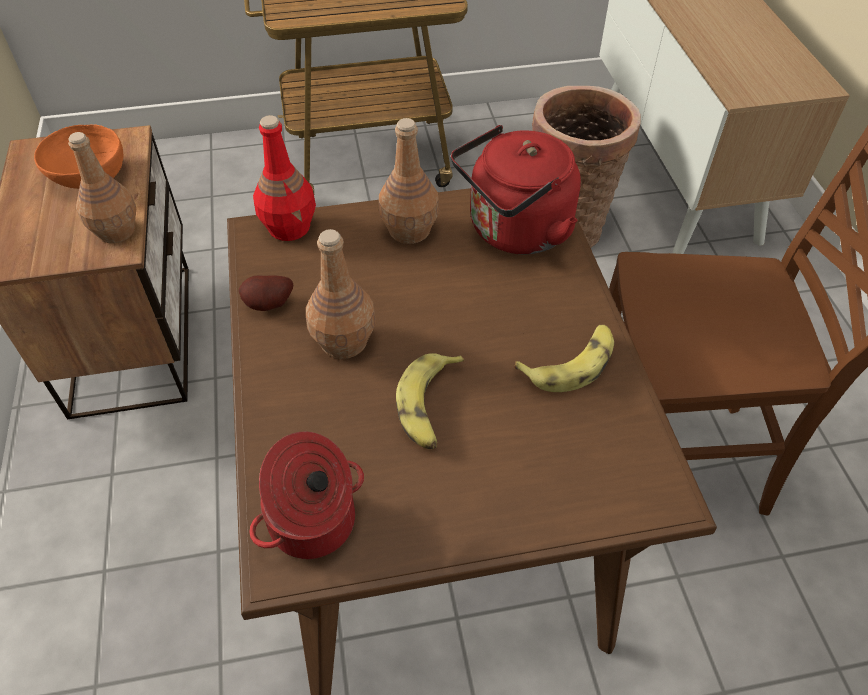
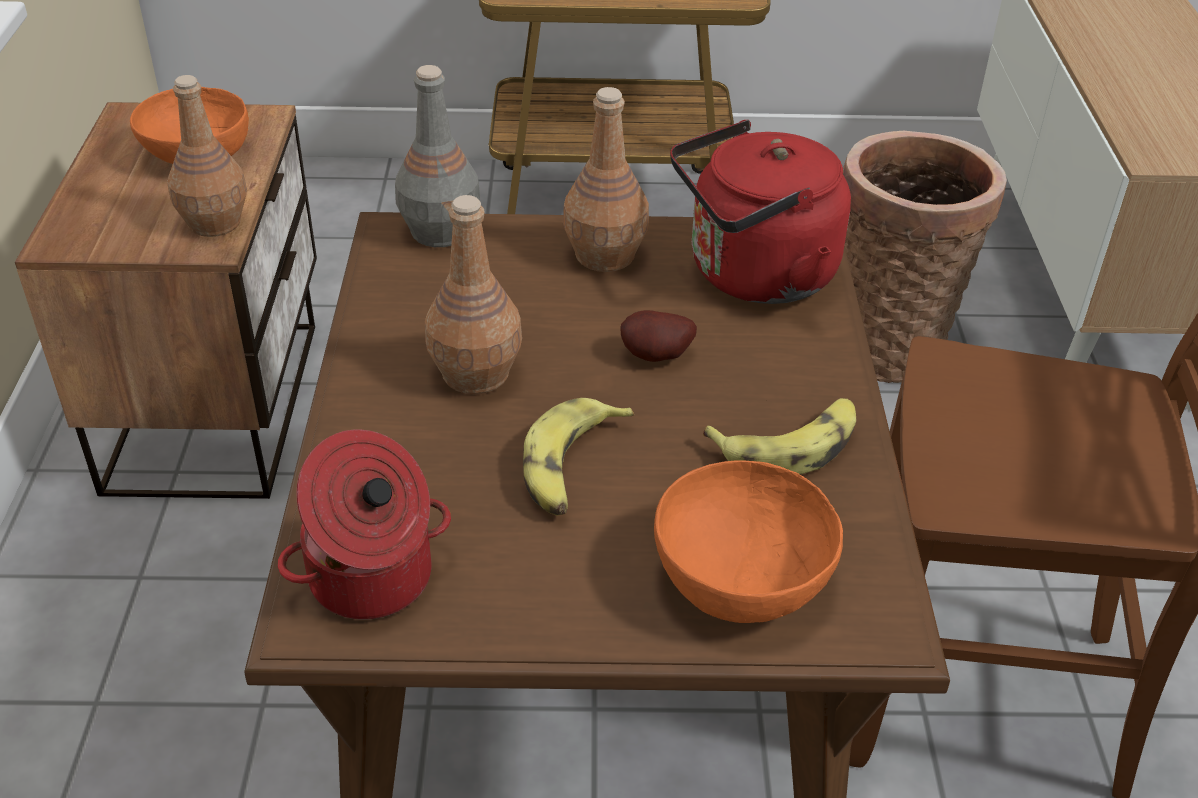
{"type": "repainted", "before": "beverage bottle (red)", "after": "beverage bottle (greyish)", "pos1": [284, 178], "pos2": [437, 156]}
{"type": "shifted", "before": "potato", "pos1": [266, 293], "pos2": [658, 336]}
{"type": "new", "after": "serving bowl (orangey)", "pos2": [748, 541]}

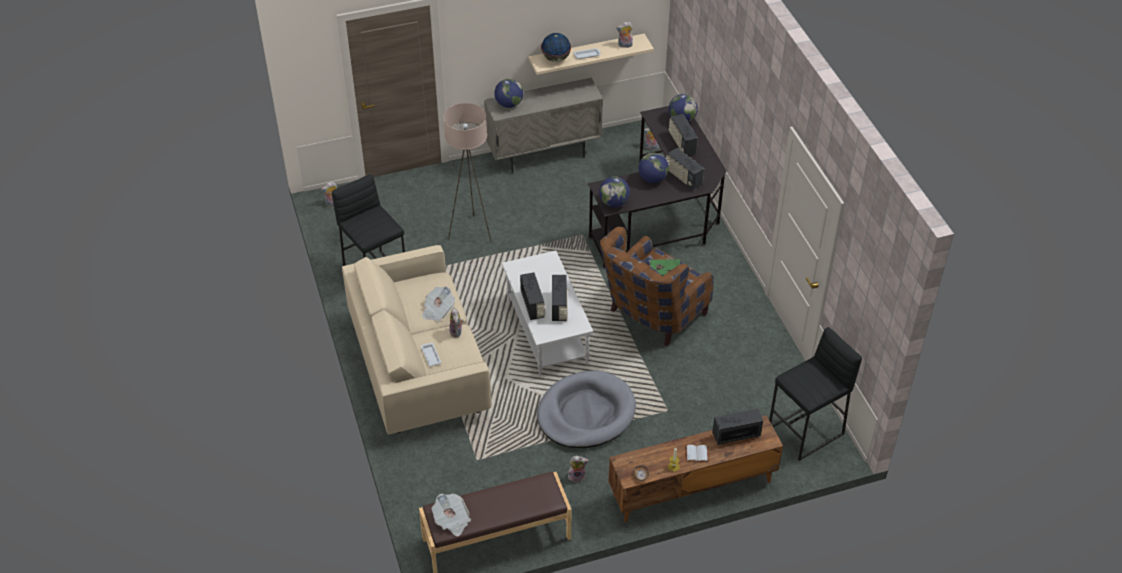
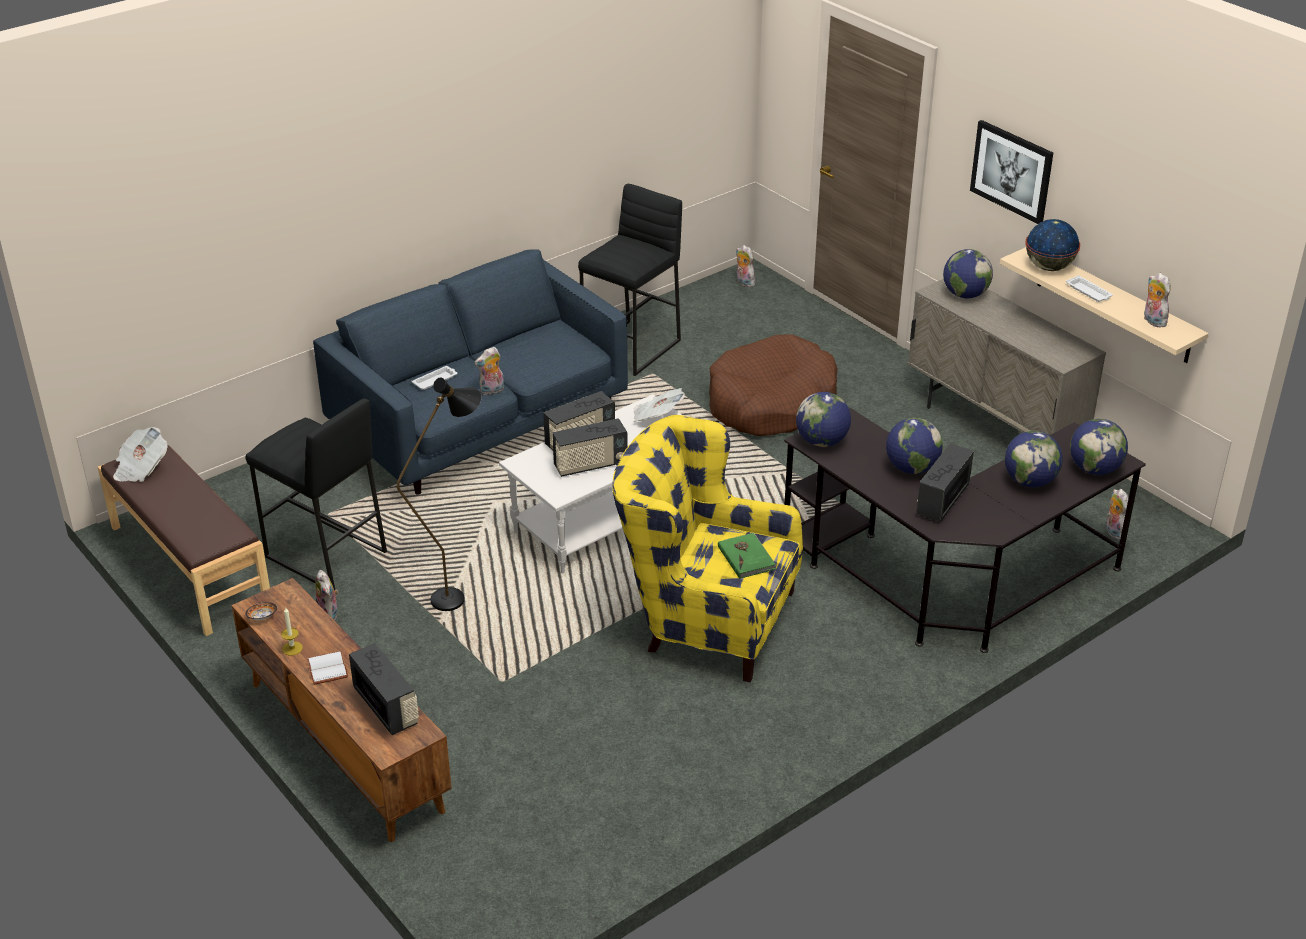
{"type": "shifted", "before": "sitting stool (black-coloured)", "pos1": [815, 394], "pos2": [316, 494]}
{"type": "repainted", "before": "couch (beige)", "after": "couch (blue-coloured)", "pos1": [416, 340], "pos2": [470, 372]}
{"type": "swapped", "before": "dog cushion (greyish)", "after": "standing lamp (black-coloured)", "pos1": [586, 409], "pos2": [439, 494]}
{"type": "repainted", "before": "easy chair (brown-coloured)", "after": "easy chair (yellow)", "pos1": [656, 286], "pos2": [707, 548]}
{"type": "shifted", "before": "daily paper", "pos1": [438, 304], "pos2": [659, 405]}
{"type": "swapped", "before": "standing lamp (beige)", "after": "dog cushion (brown-coloured)", "pos1": [467, 173], "pos2": [773, 385]}
{"type": "new", "after": "picture", "pos2": [1011, 172]}
{"type": "swapped", "before": "radio receiver", "after": "globe", "pos1": [683, 134], "pos2": [1034, 459]}

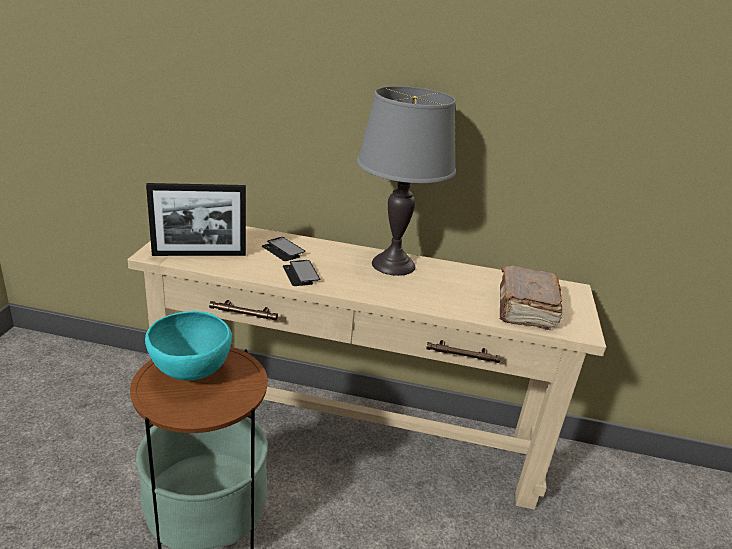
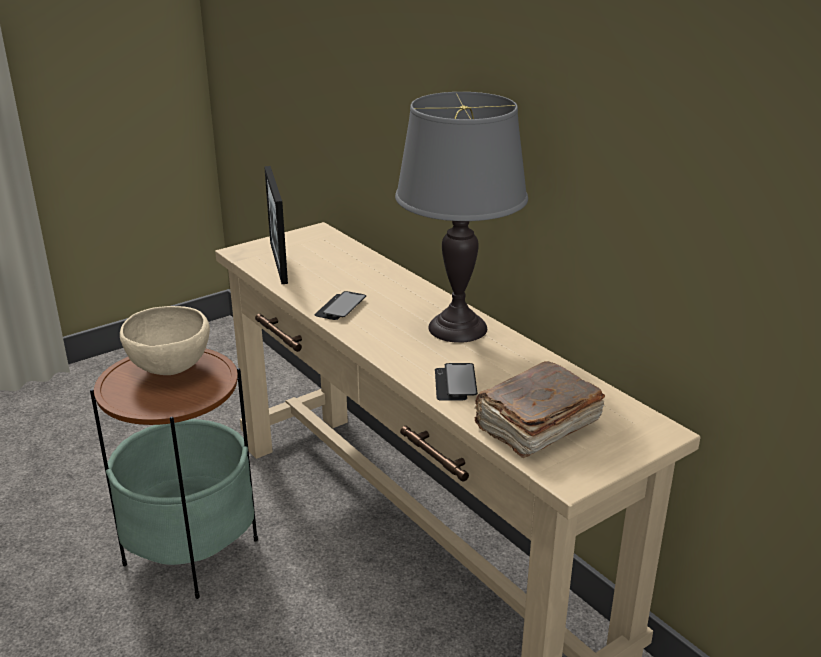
{"type": "repainted", "before": "serving bowl (blue-green)", "after": "serving bowl (beige)", "pos1": [188, 346], "pos2": [165, 340]}
{"type": "rotated", "before": "photo frame", "pos1": [196, 219], "pos2": [276, 225], "turn": 45}
{"type": "shifted", "before": "telephone", "pos1": [284, 249], "pos2": [456, 382]}

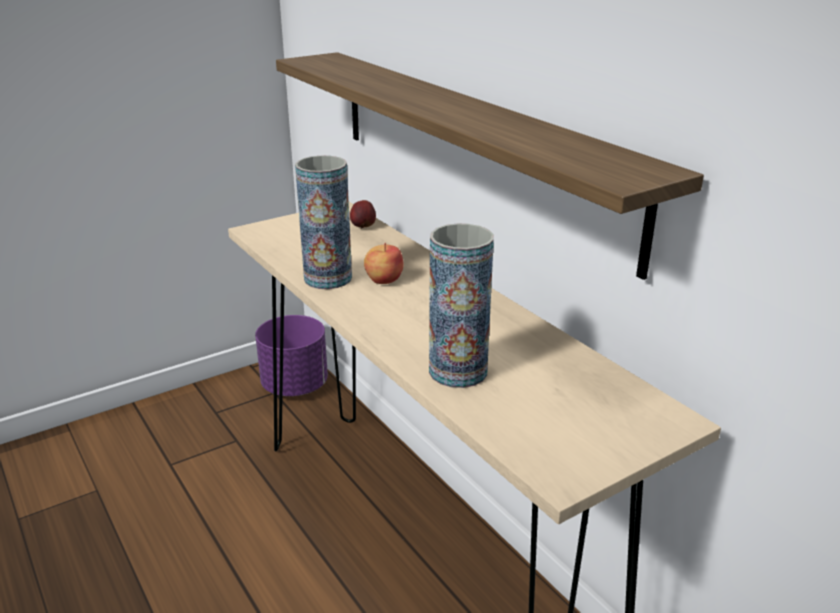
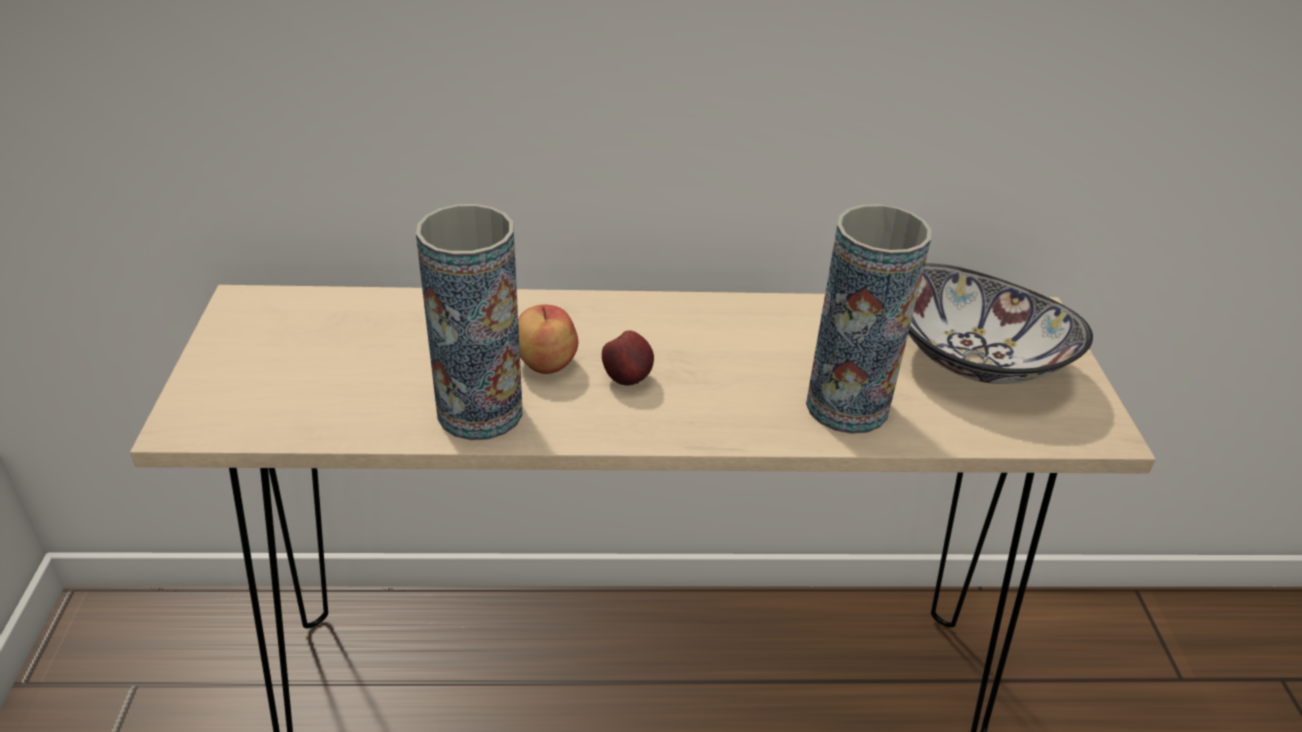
{"type": "shifted", "before": "apple fruit", "pos1": [363, 214], "pos2": [628, 358]}
{"type": "new", "after": "serving bowl", "pos2": [1000, 324]}
{"type": "gone", "before": "planter (purple)", "pos1": [291, 355]}
{"type": "gone", "before": "wall shelf", "pos1": [490, 166]}

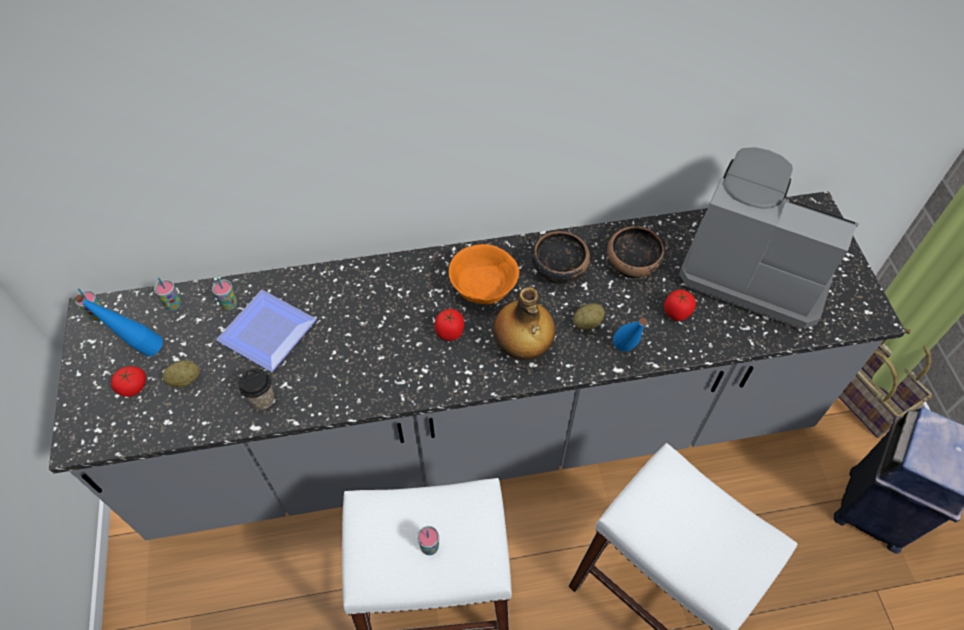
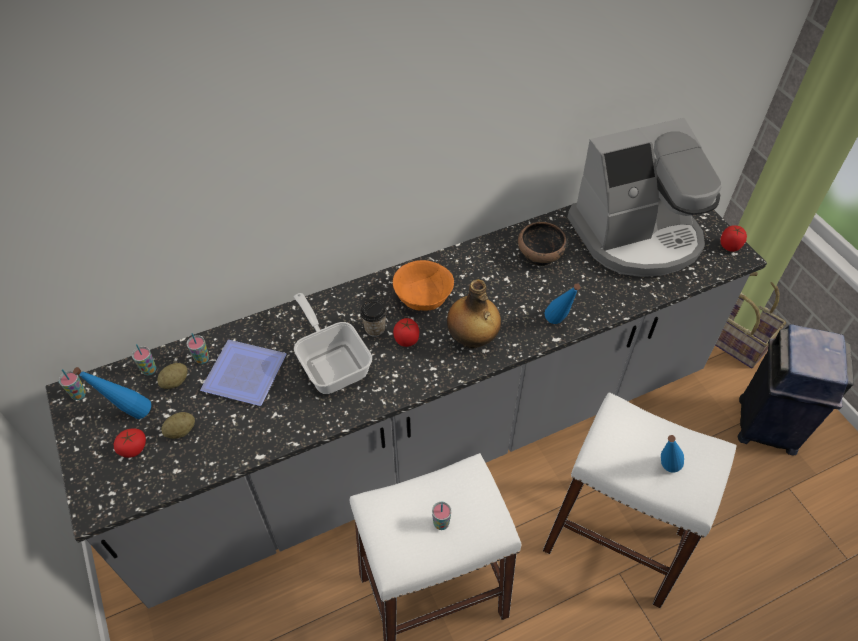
{"type": "shifted", "before": "potato", "pos1": [589, 316], "pos2": [172, 376]}
{"type": "new", "after": "pan", "pos2": [333, 343]}
{"type": "shifted", "before": "small cup", "pos1": [256, 389], "pos2": [373, 318]}
{"type": "rotated", "before": "coffee maker", "pos1": [769, 238], "pos2": [644, 197], "turn": 150}
{"type": "new", "after": "beverage bottle (blue-coloured)", "pos2": [672, 453]}
{"type": "shifted", "before": "tomato", "pos1": [680, 305], "pos2": [733, 239]}
{"type": "gone", "before": "serving bowl", "pos1": [560, 257]}

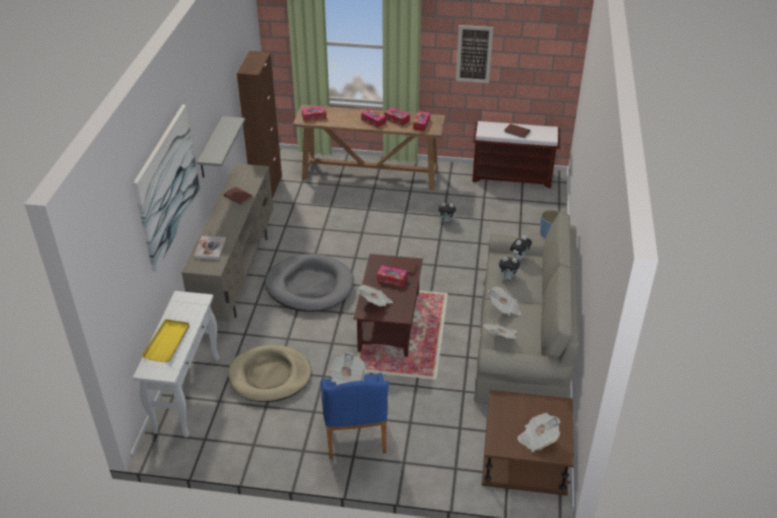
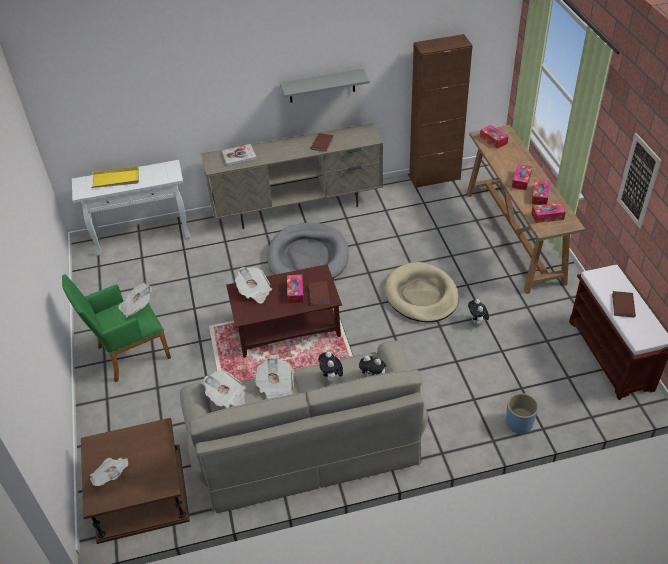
{"type": "repainted", "before": "easy chair (blue-coloured)", "after": "easy chair (green)", "pos1": [354, 416], "pos2": [116, 328]}
{"type": "shifted", "before": "dog cushion (beige)", "pos1": [269, 373], "pos2": [422, 292]}
{"type": "gone", "before": "picture", "pos1": [166, 188]}

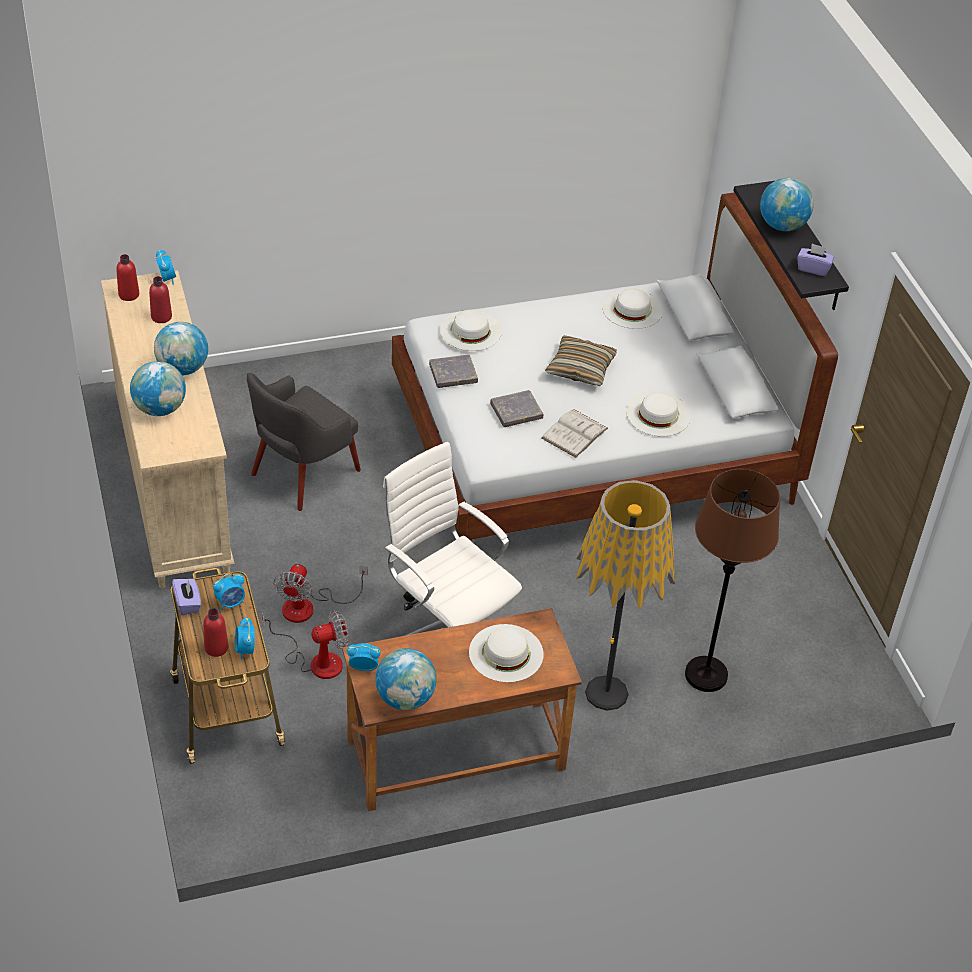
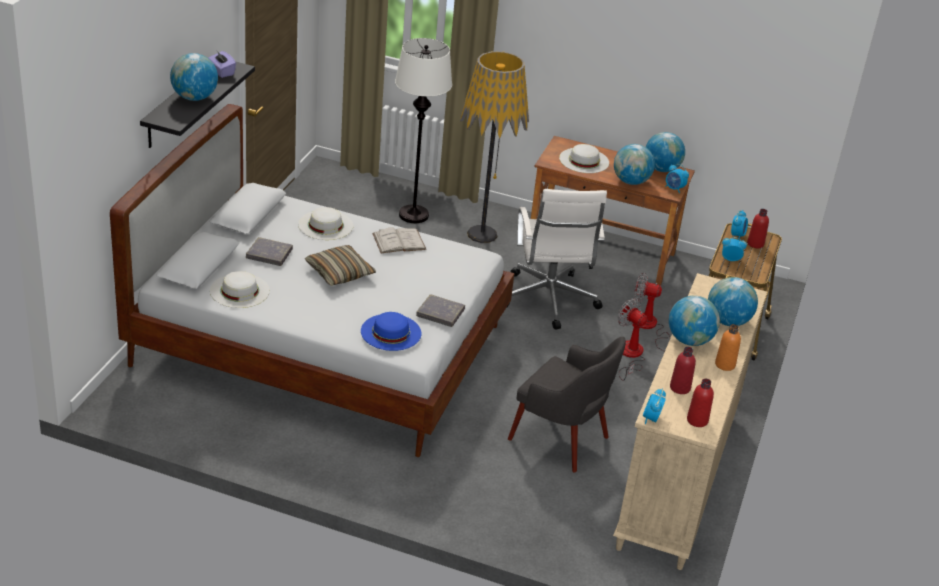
{"type": "shifted", "before": "volume (greyish)", "pos1": [516, 408], "pos2": [269, 251]}
{"type": "repainted", "before": "hat (white)", "after": "hat (blue-coloured)", "pos1": [471, 330], "pos2": [391, 331]}
{"type": "repainted", "before": "standing lamp (brown-coloured)", "after": "standing lamp (white)", "pos1": [732, 580], "pos2": [423, 130]}
{"type": "rotated", "before": "easy chair (greyish)", "pos1": [304, 442], "pos2": [567, 404], "turn": 45}
{"type": "new", "after": "globe", "pos2": [634, 164]}
{"type": "rotated", "before": "cooling fan", "pos1": [320, 593], "pos2": [632, 339], "turn": -90}
{"type": "new", "after": "beverage bottle (orangey)", "pos2": [728, 347]}
{"type": "gone", "before": "tissue box (purple)", "pos1": [186, 597]}

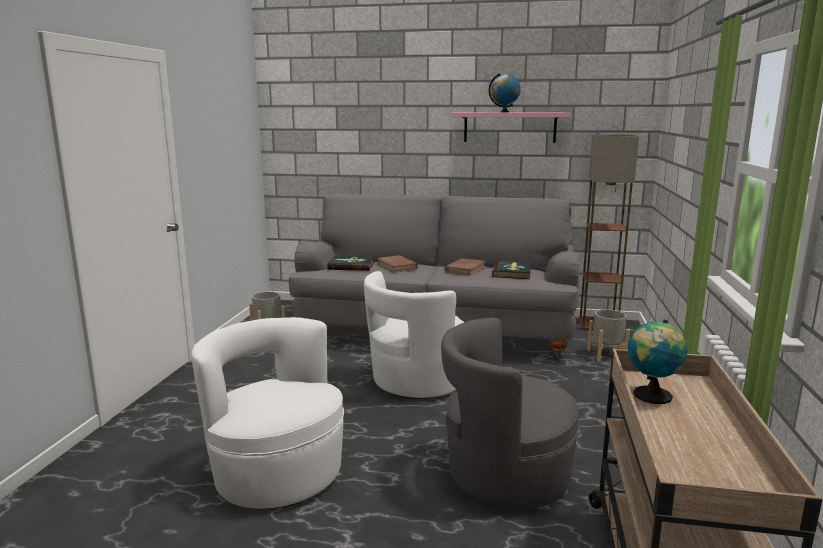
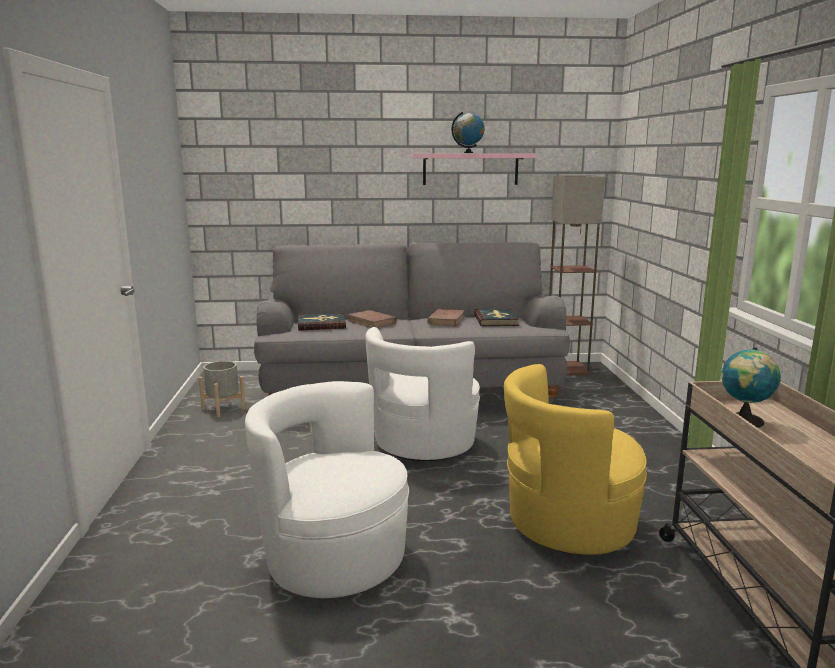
{"type": "repainted", "before": "easy chair (greyish)", "after": "easy chair (yellow)", "pos1": [510, 413], "pos2": [575, 459]}
{"type": "gone", "before": "planter (greyish)", "pos1": [608, 335]}

